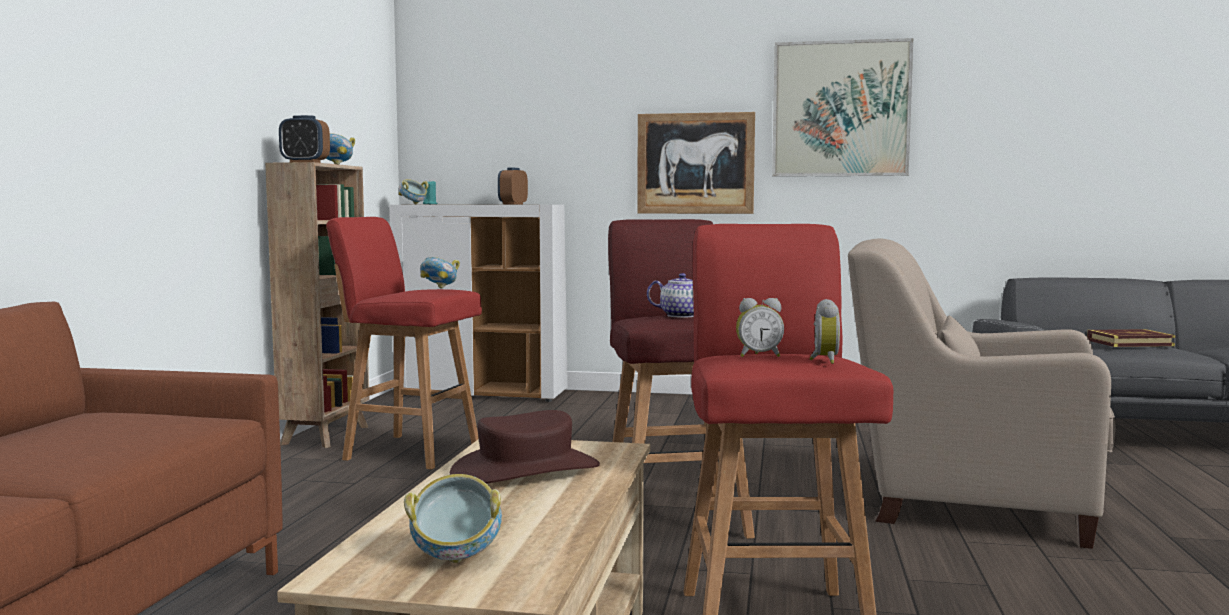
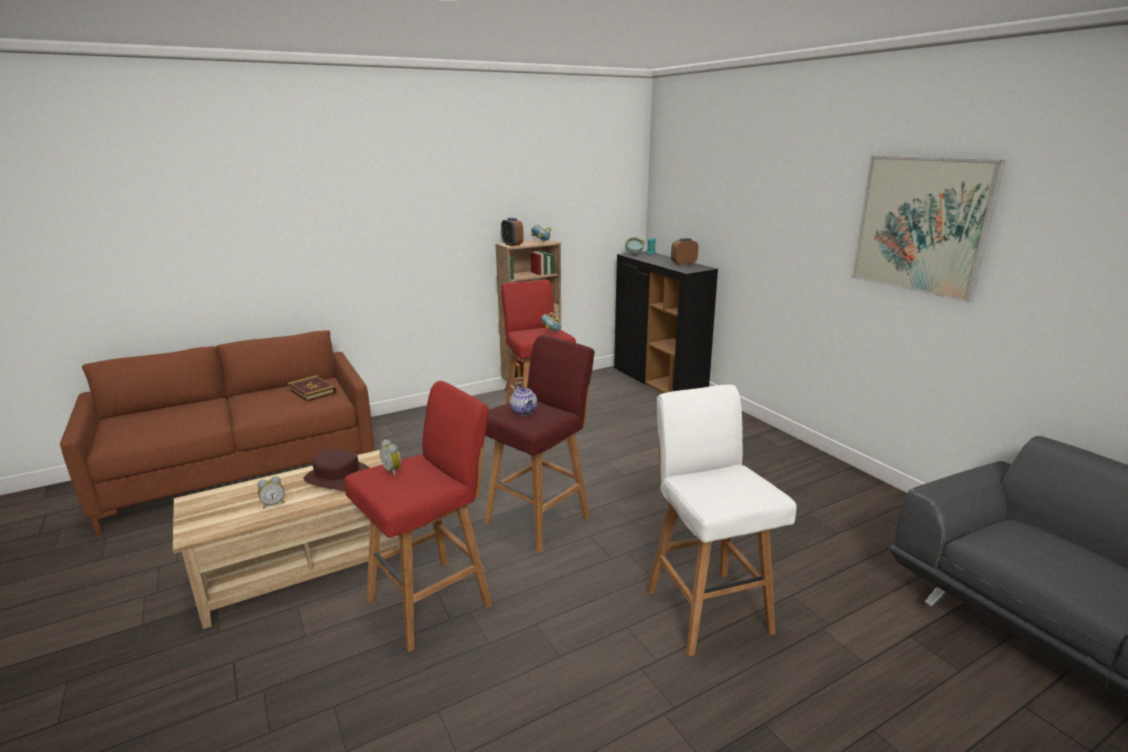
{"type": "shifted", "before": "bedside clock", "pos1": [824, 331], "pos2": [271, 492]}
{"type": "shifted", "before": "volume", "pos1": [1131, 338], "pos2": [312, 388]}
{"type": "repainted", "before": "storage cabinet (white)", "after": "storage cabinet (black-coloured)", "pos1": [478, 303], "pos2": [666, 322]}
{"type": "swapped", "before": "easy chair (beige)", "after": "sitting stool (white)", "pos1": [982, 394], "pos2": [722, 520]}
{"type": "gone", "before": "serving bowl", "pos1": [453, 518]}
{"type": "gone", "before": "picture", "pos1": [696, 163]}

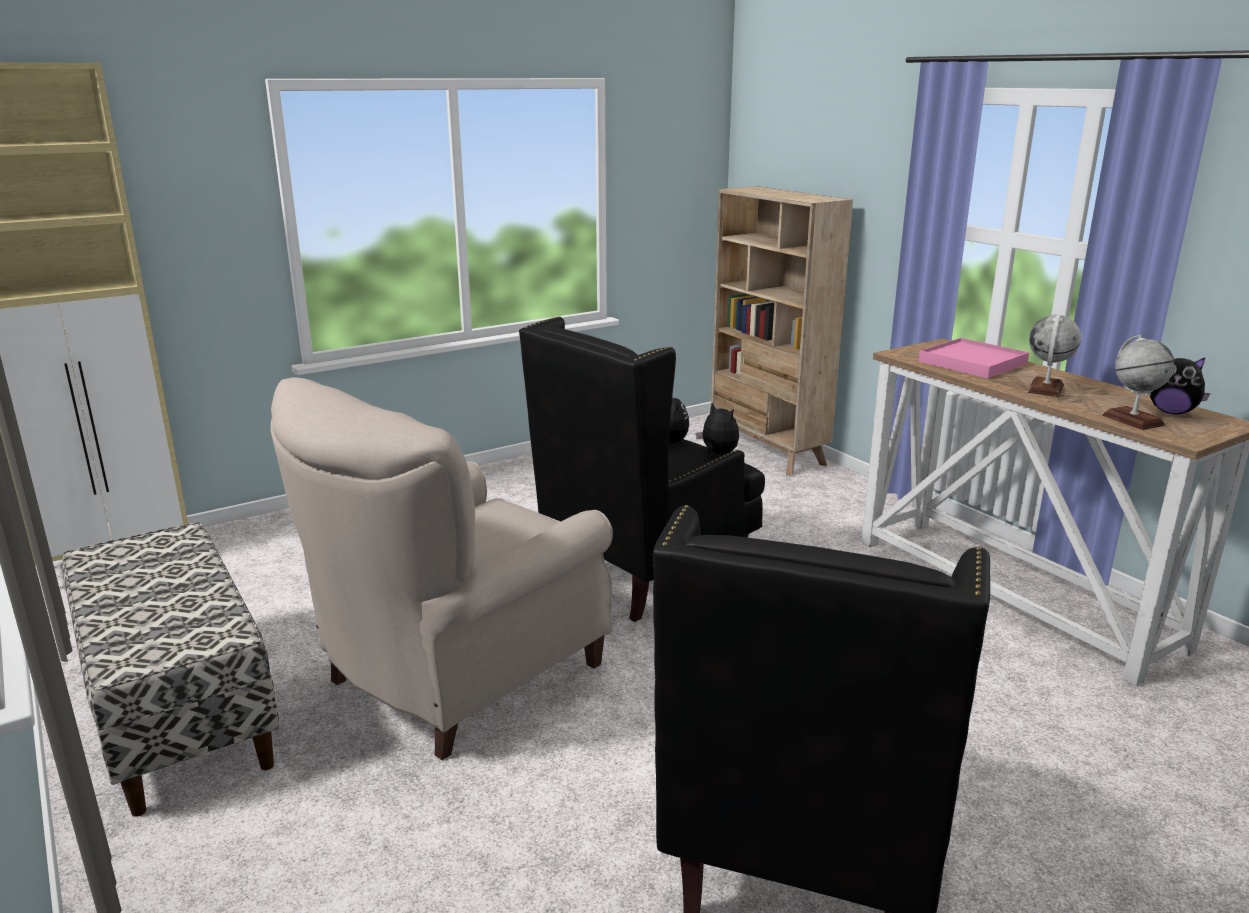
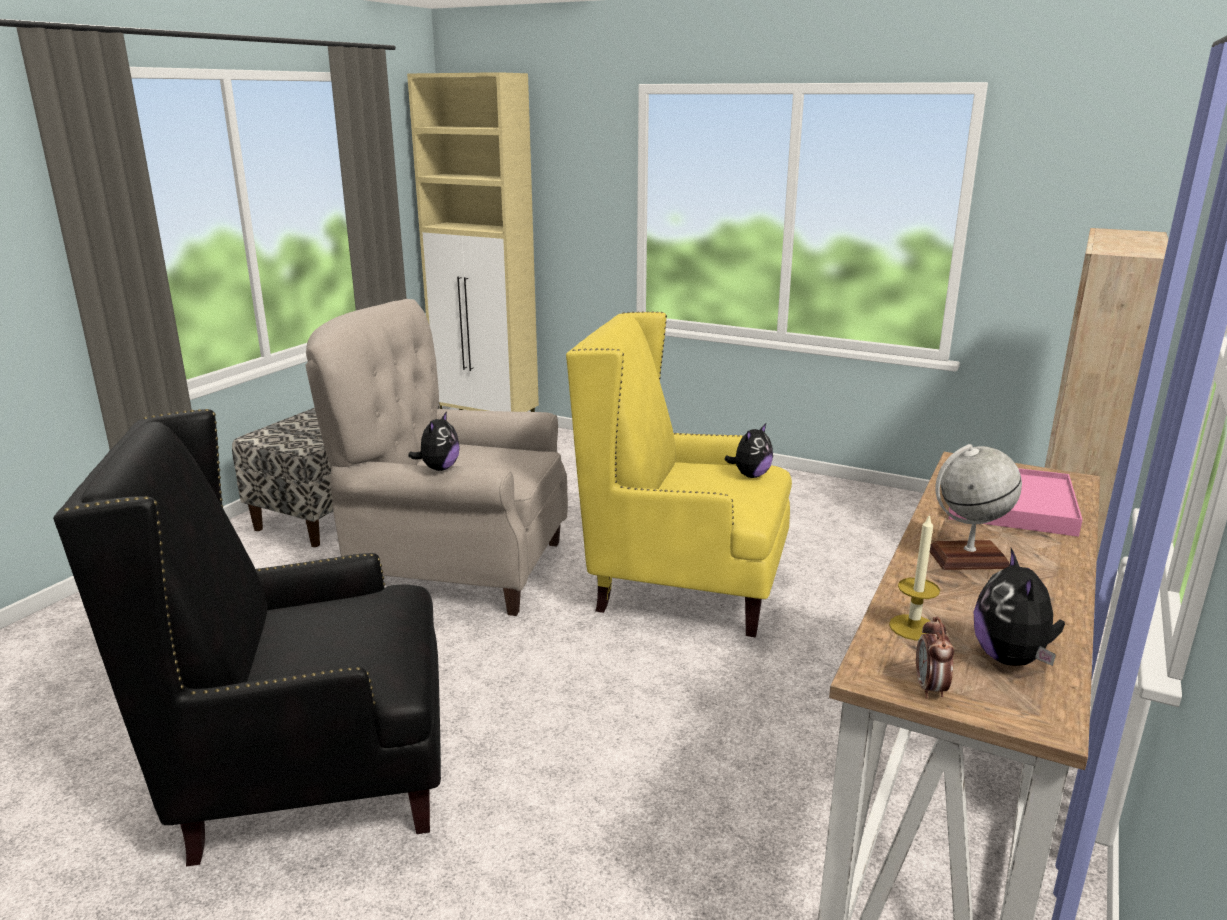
{"type": "shifted", "before": "plush toy", "pos1": [717, 429], "pos2": [434, 441]}
{"type": "repainted", "before": "easy chair (black-coloured)", "after": "easy chair (yellow)", "pos1": [642, 469], "pos2": [679, 474]}
{"type": "swapped", "before": "globe", "after": "wax candle", "pos1": [1138, 382], "pos2": [914, 577]}
{"type": "new", "after": "bedside clock", "pos2": [935, 658]}

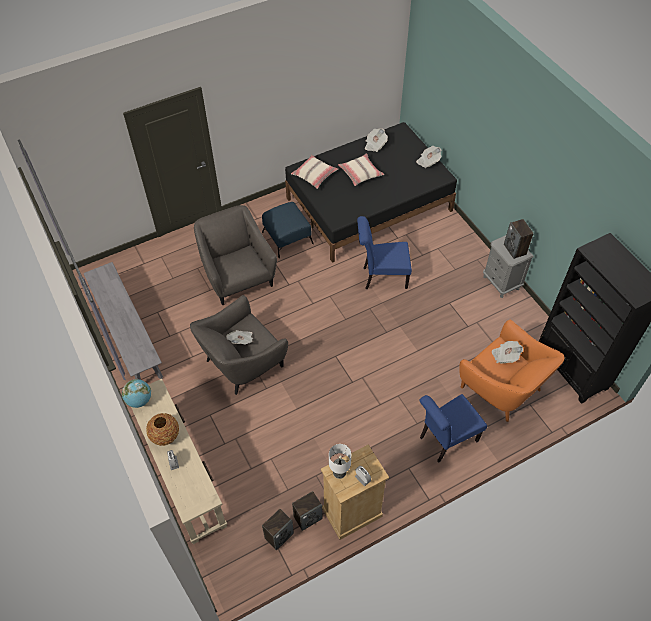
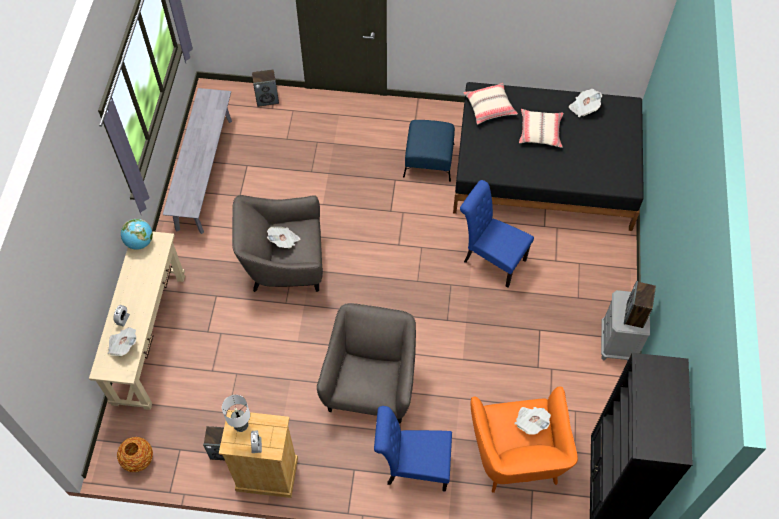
{"type": "shifted", "before": "daily paper", "pos1": [428, 157], "pos2": [122, 341]}
{"type": "shifted", "before": "vase", "pos1": [162, 429], "pos2": [135, 454]}
{"type": "shifted", "before": "speaker", "pos1": [278, 530], "pos2": [265, 88]}
{"type": "shifted", "before": "easy chair (greyish)", "pos1": [235, 255], "pos2": [366, 363]}

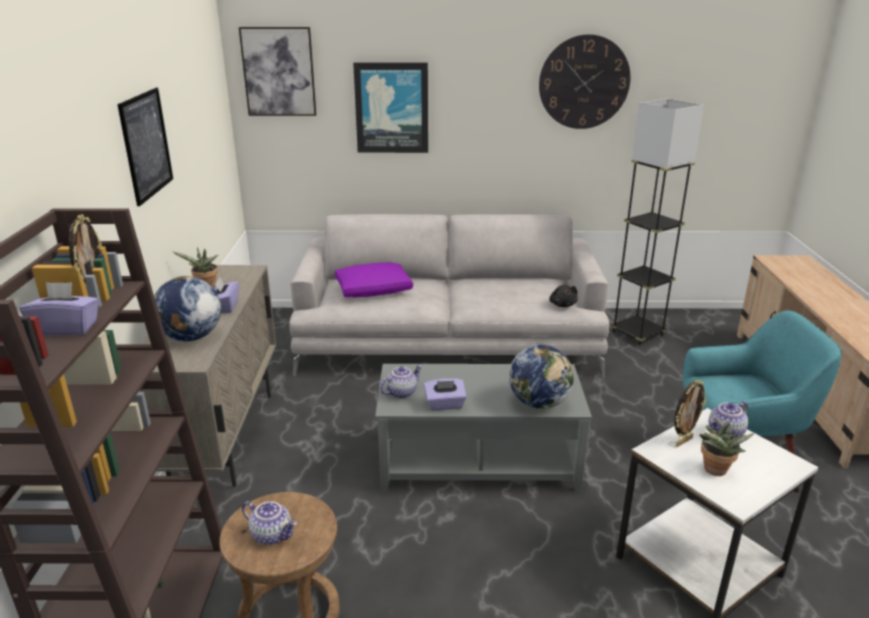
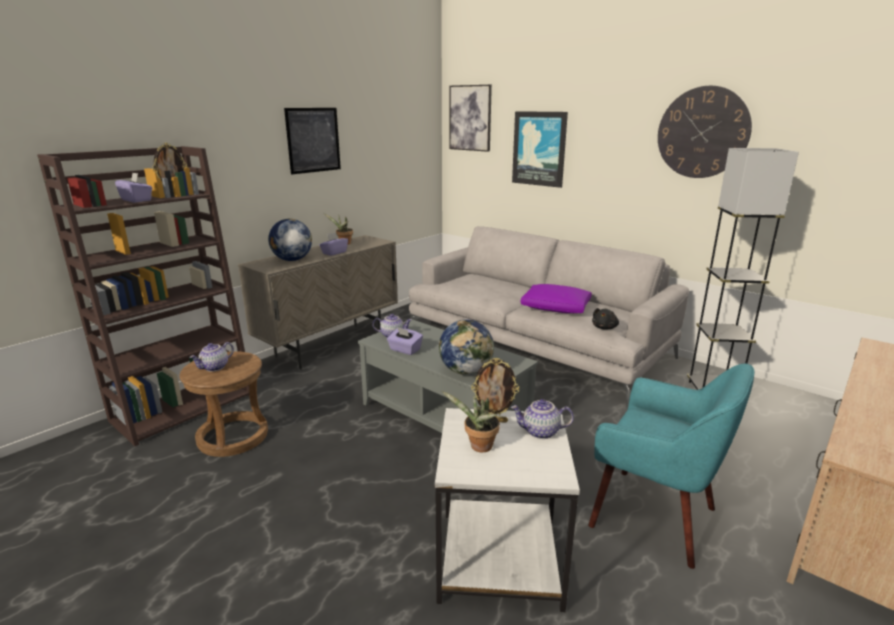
{"type": "rotated", "before": "pot for tea", "pos1": [269, 523], "pos2": [211, 357], "turn": 60}
{"type": "shifted", "before": "pillow (purple)", "pos1": [374, 279], "pos2": [556, 298]}

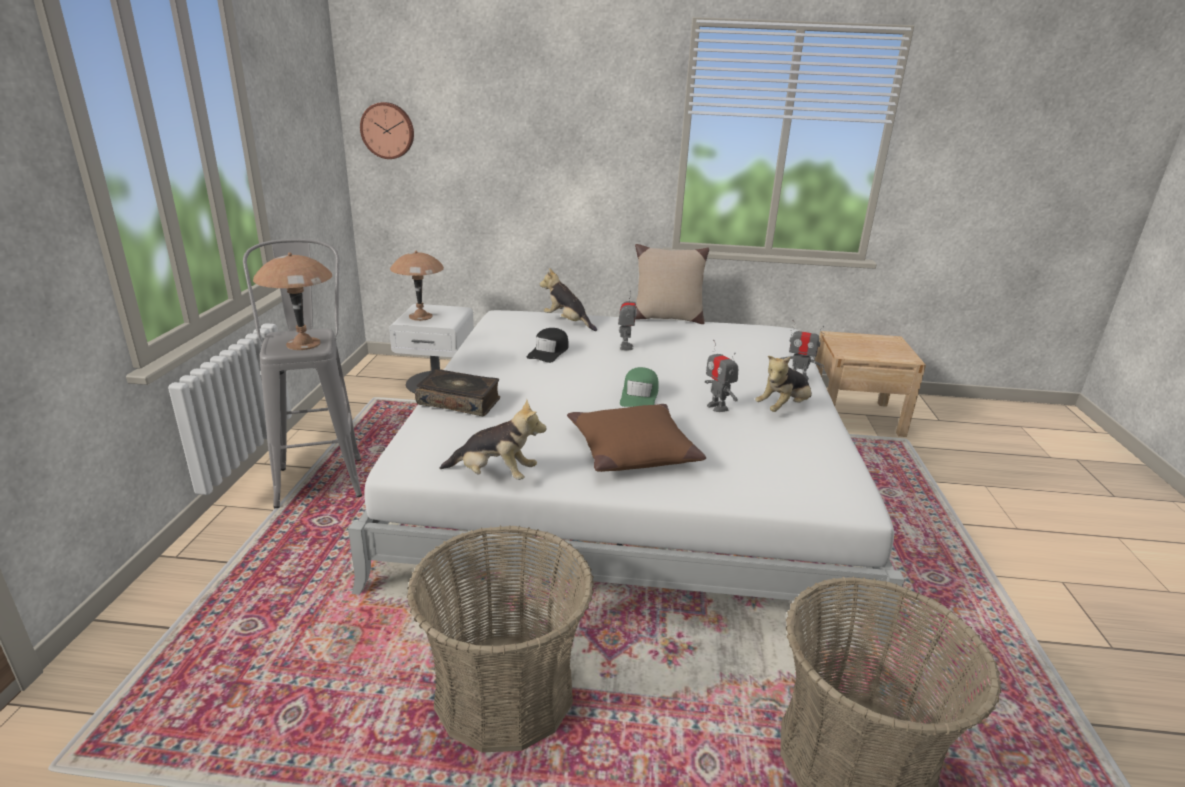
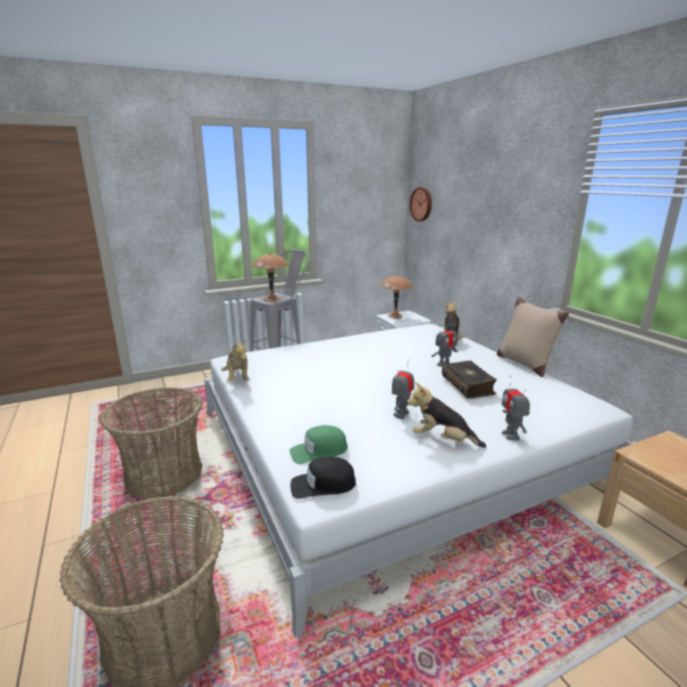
{"type": "shifted", "before": "peaked cap (green)", "pos1": [639, 387], "pos2": [319, 444]}
{"type": "shifted", "before": "peaked cap (black-coloured)", "pos1": [548, 345], "pos2": [323, 477]}
{"type": "shifted", "before": "volume", "pos1": [457, 392], "pos2": [469, 380]}
{"type": "gone", "before": "pillow (brown-coloured)", "pos1": [636, 438]}

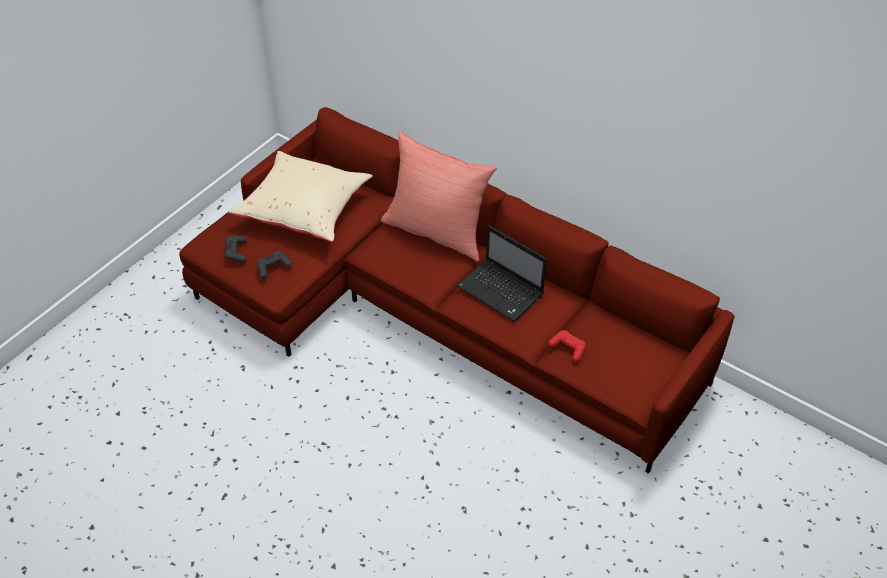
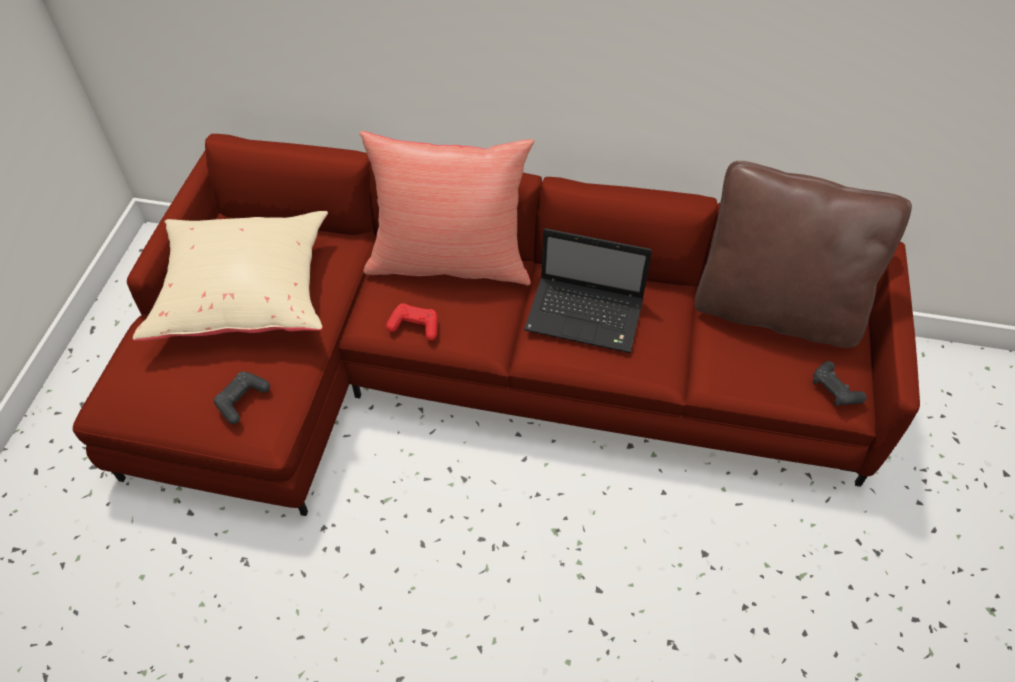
{"type": "shifted", "before": "gamepad (red)", "pos1": [567, 346], "pos2": [411, 322]}
{"type": "new", "after": "pillow (brown-coloured)", "pos2": [803, 254]}
{"type": "shifted", "before": "gamepad (black-coloured)", "pos1": [235, 249], "pos2": [840, 383]}

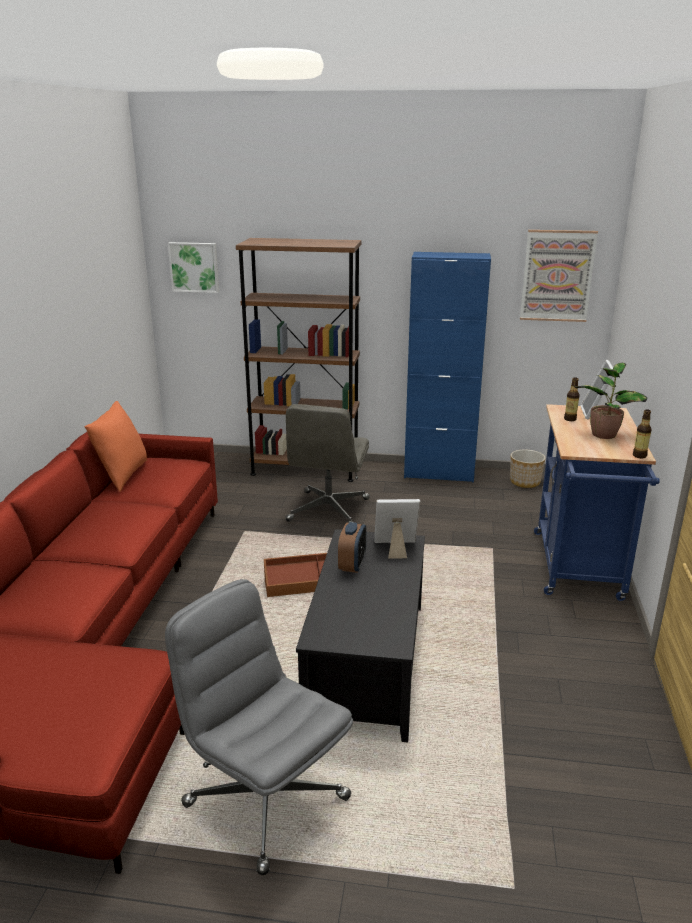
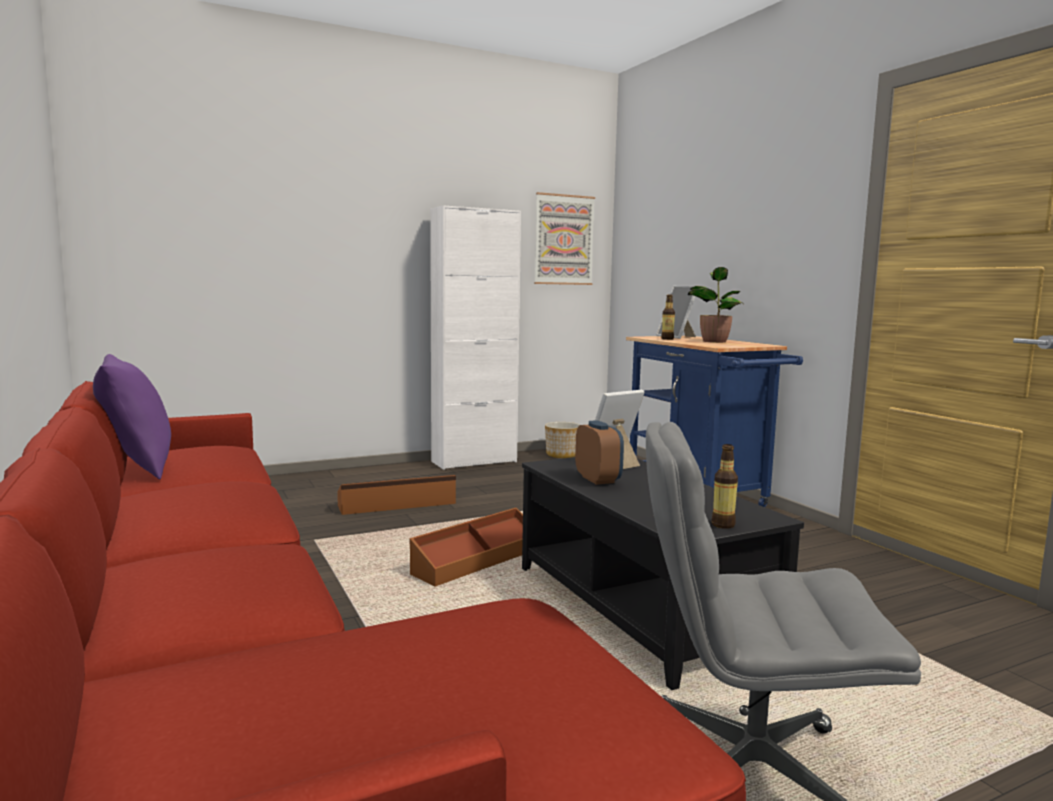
{"type": "repainted", "before": "pillow (orangey)", "after": "pillow (purple)", "pos1": [116, 446], "pos2": [132, 416]}
{"type": "swapped", "before": "computer chair (greyish)", "after": "storage container (brown-coloured)", "pos1": [327, 463], "pos2": [396, 495]}
{"type": "repainted", "before": "storage cabinet (blue-coloured)", "after": "storage cabinet (white)", "pos1": [447, 367], "pos2": [475, 337]}
{"type": "shifted", "before": "beverage bottle", "pos1": [642, 433], "pos2": [725, 486]}
{"type": "gone", "before": "picture", "pos1": [193, 267]}
{"type": "gone", "before": "bookshelf (brown-coloured)", "pos1": [298, 360]}

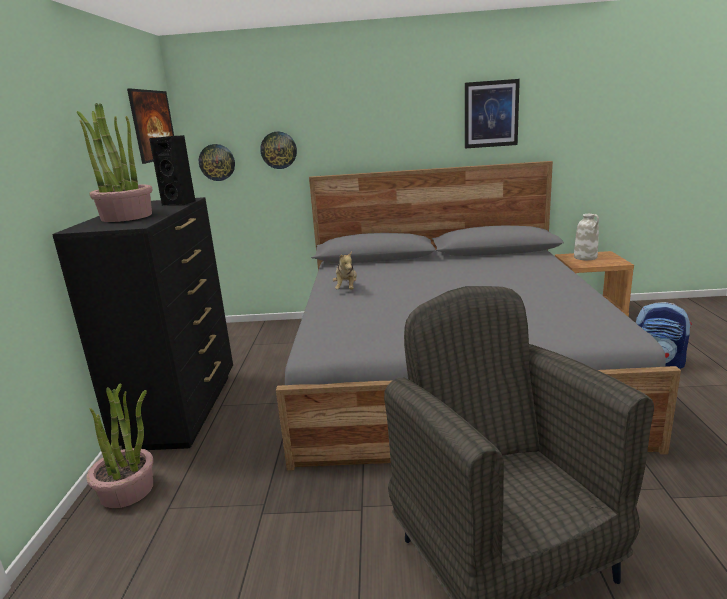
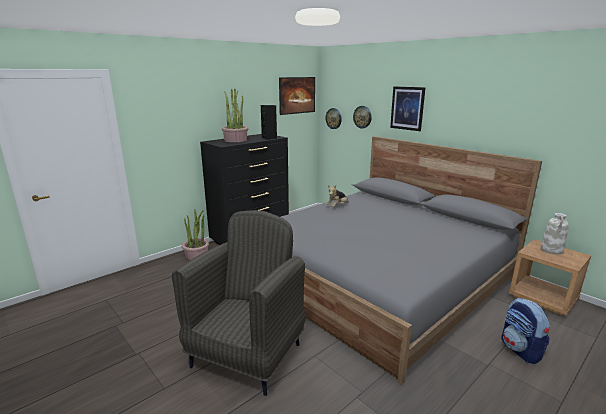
{"type": "shifted", "before": "picture", "pos1": [492, 113], "pos2": [408, 108]}

